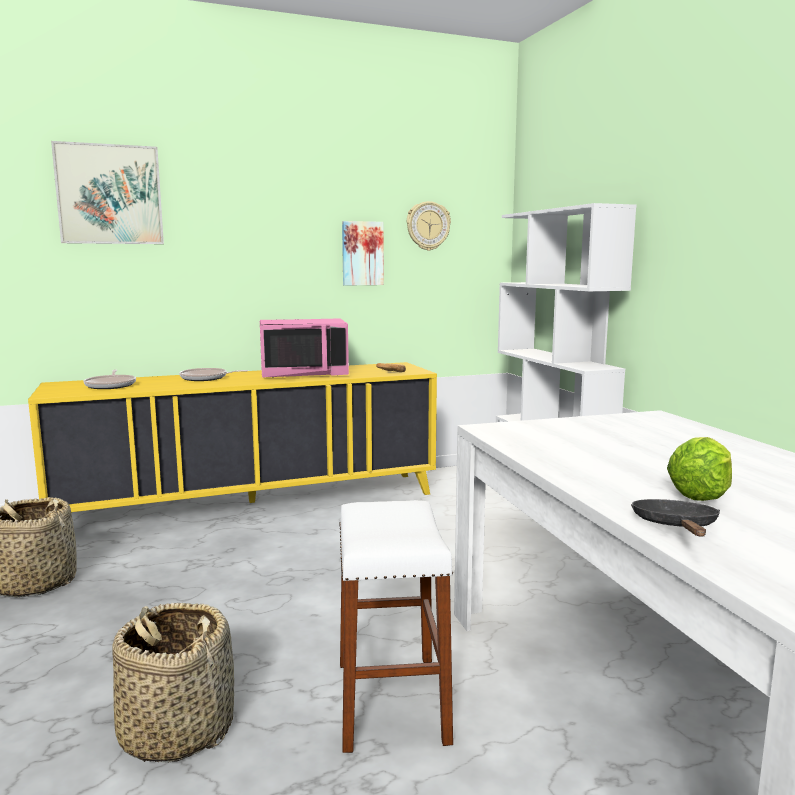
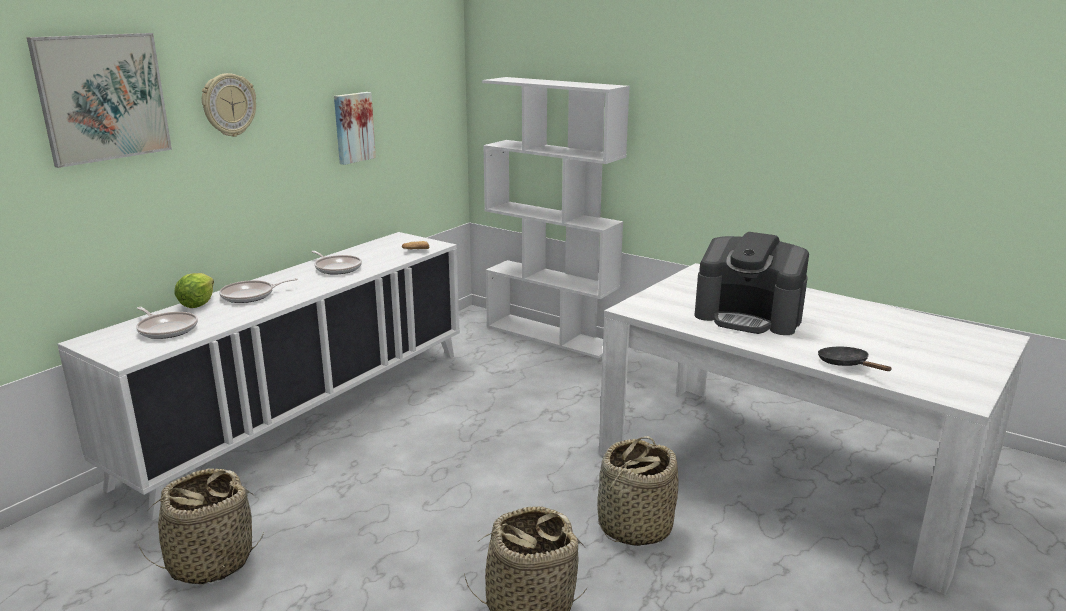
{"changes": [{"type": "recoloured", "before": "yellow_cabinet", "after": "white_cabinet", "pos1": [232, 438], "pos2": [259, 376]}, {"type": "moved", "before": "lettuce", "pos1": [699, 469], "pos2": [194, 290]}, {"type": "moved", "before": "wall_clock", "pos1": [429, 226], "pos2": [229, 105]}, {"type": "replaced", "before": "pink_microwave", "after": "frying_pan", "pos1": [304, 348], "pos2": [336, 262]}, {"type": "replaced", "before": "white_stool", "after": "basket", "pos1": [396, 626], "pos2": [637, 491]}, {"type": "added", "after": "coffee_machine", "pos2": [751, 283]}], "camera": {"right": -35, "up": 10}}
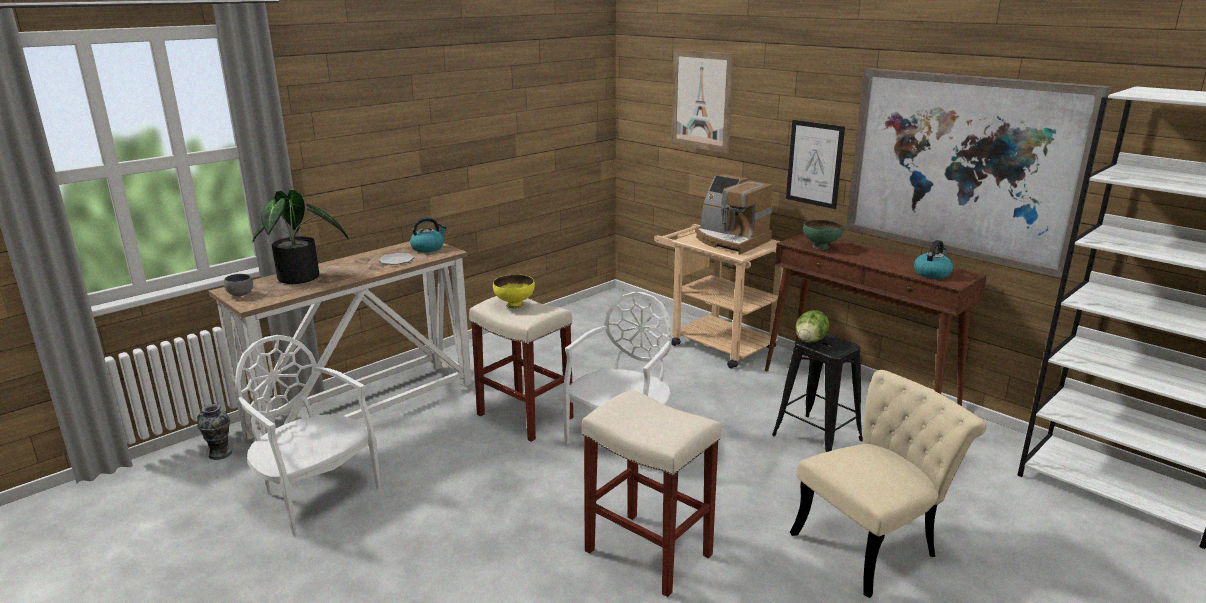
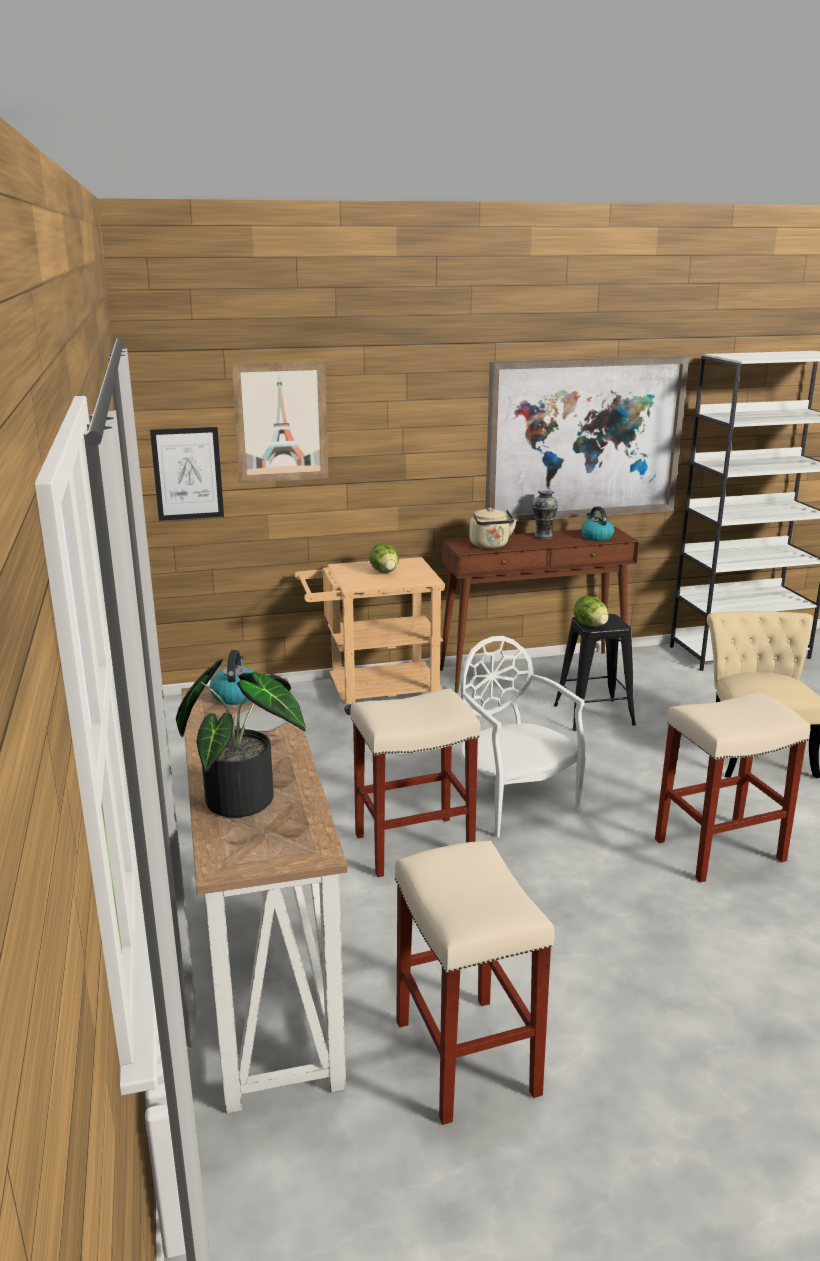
{"changes": [{"type": "moved", "before": "picture", "pos1": [815, 164], "pos2": [187, 474]}, {"type": "replaced", "before": "coffee_machine", "after": "lettuce", "pos1": [734, 214], "pos2": [384, 558]}, {"type": "replaced", "before": "white_chair", "after": "beige_stool", "pos1": [308, 435], "pos2": [474, 982]}, {"type": "replaced", "before": "green_bowl", "after": "beige_kettle", "pos1": [823, 235], "pos2": [493, 528]}, {"type": "moved", "before": "vase", "pos1": [214, 432], "pos2": [545, 514]}, {"type": "removed", "before": "grey_bowl", "pos1": [238, 285]}, {"type": "removed", "before": "yellow_bowl", "pos1": [514, 291]}], "camera": {"right": -60, "up": 0}}
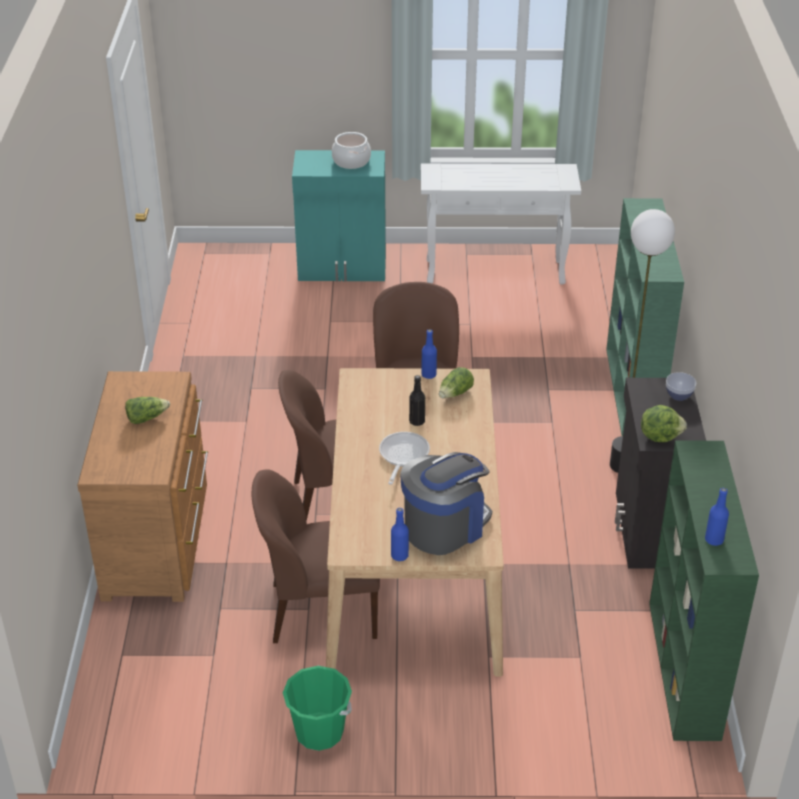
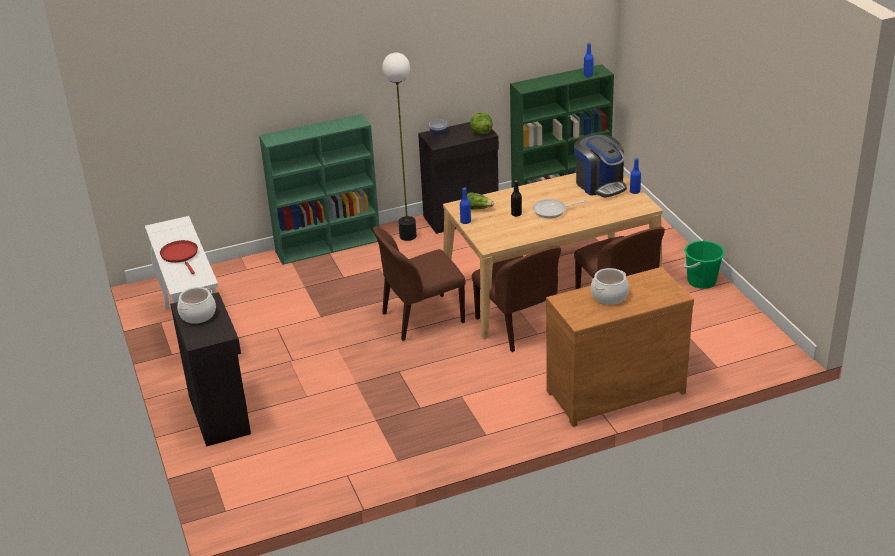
{"changes": [{"type": "added", "after": "red_frying_pan", "pos2": [179, 257]}, {"type": "recoloured", "before": "turquoise_cabinet", "after": "black_cabinet", "pos1": [339, 215], "pos2": [210, 369]}, {"type": "turned", "before": "coffee_machine", "pos1": [446, 503], "pos2": [600, 166], "turn": -150}, {"type": "replaced", "before": "lettuce", "after": "cooking_pot", "pos1": [147, 410], "pos2": [610, 286]}], "camera": {"right": -110, "up": -5}}
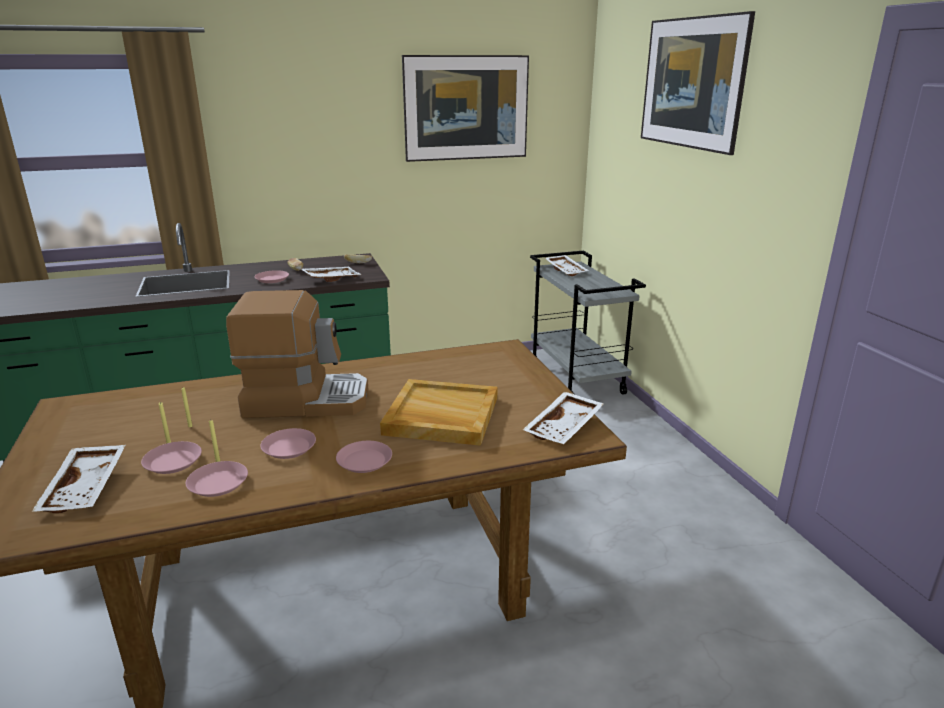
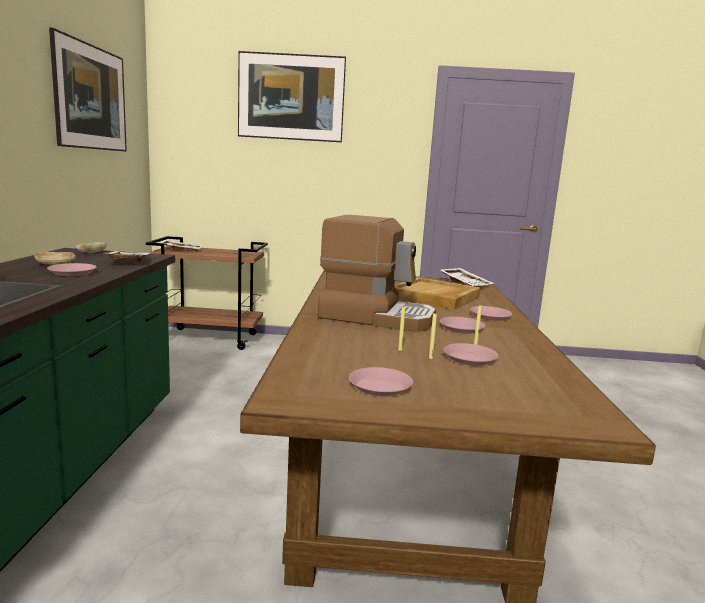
{"changes": [{"type": "recoloured", "before": "grey_cart", "after": "brown_cart", "pos1": [588, 323], "pos2": [207, 293]}, {"type": "turned", "before": "coffee_machine", "pos1": [297, 354], "pos2": [377, 273], "turn": 90}, {"type": "moved", "before": "pink_plate", "pos1": [217, 479], "pos2": [381, 381]}, {"type": "removed", "before": "white_tray", "pos1": [79, 479]}], "camera": {"right": -70, "up": -10}}
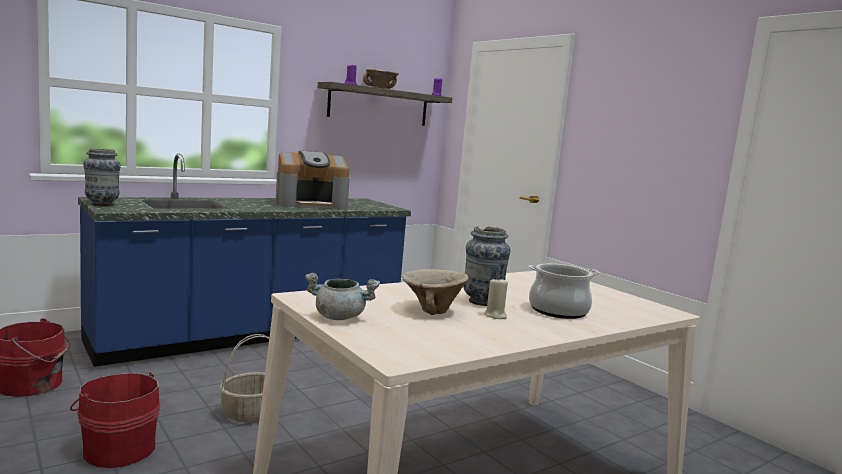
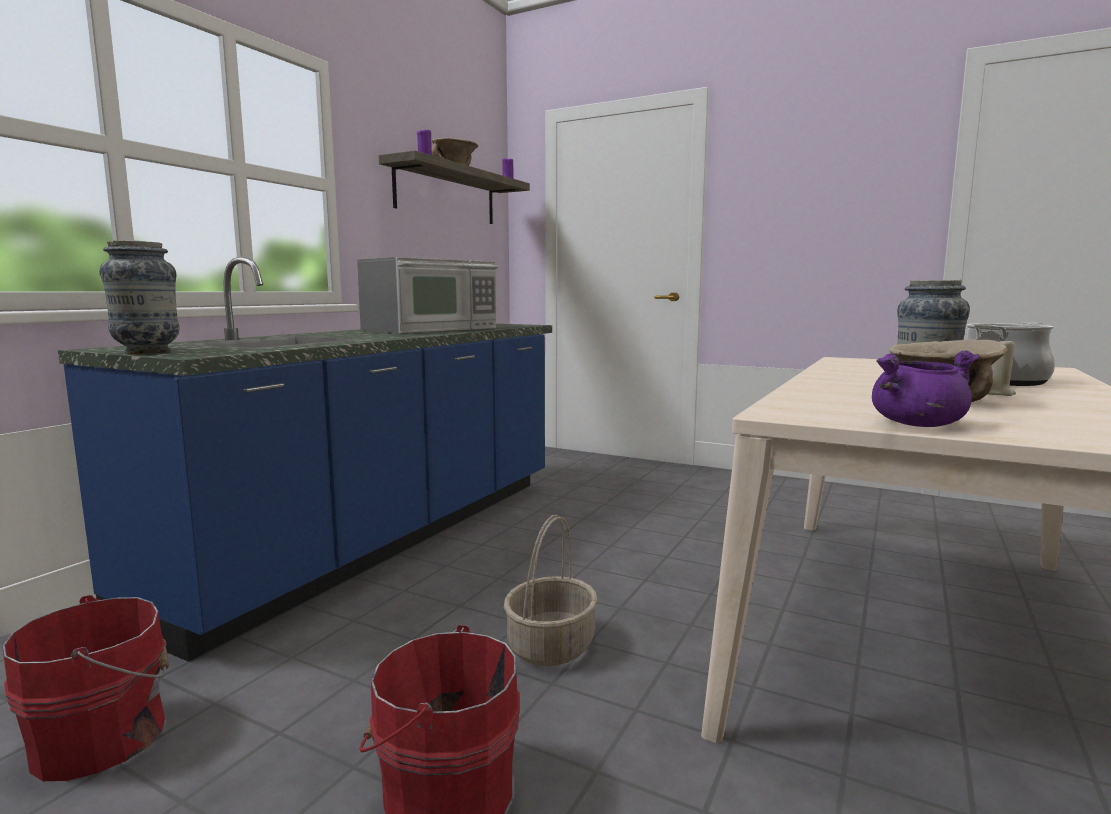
{"changes": [{"type": "replaced", "before": "coffee_machine", "after": "microwave", "pos1": [312, 180], "pos2": [427, 295]}, {"type": "recoloured", "before": "grey_cooking_pot", "after": "purple_cooking_pot", "pos1": [342, 296], "pos2": [925, 389]}], "camera": {"right": -25, "up": 0}}
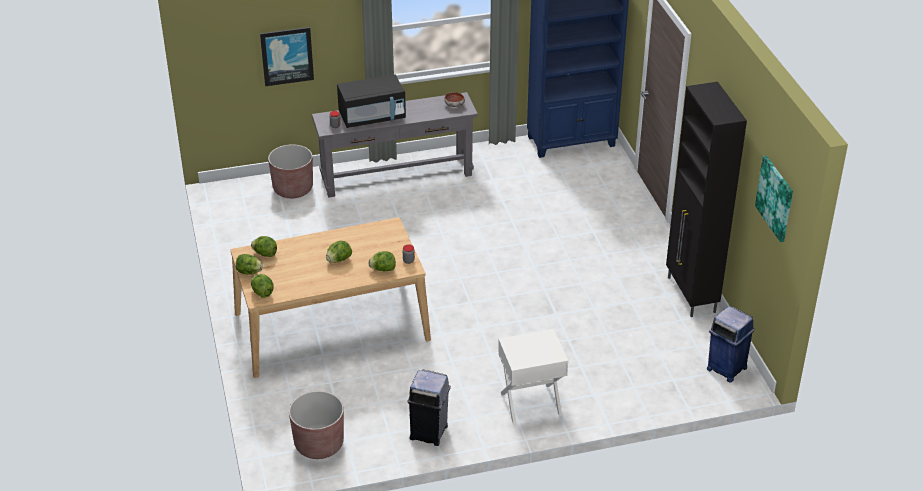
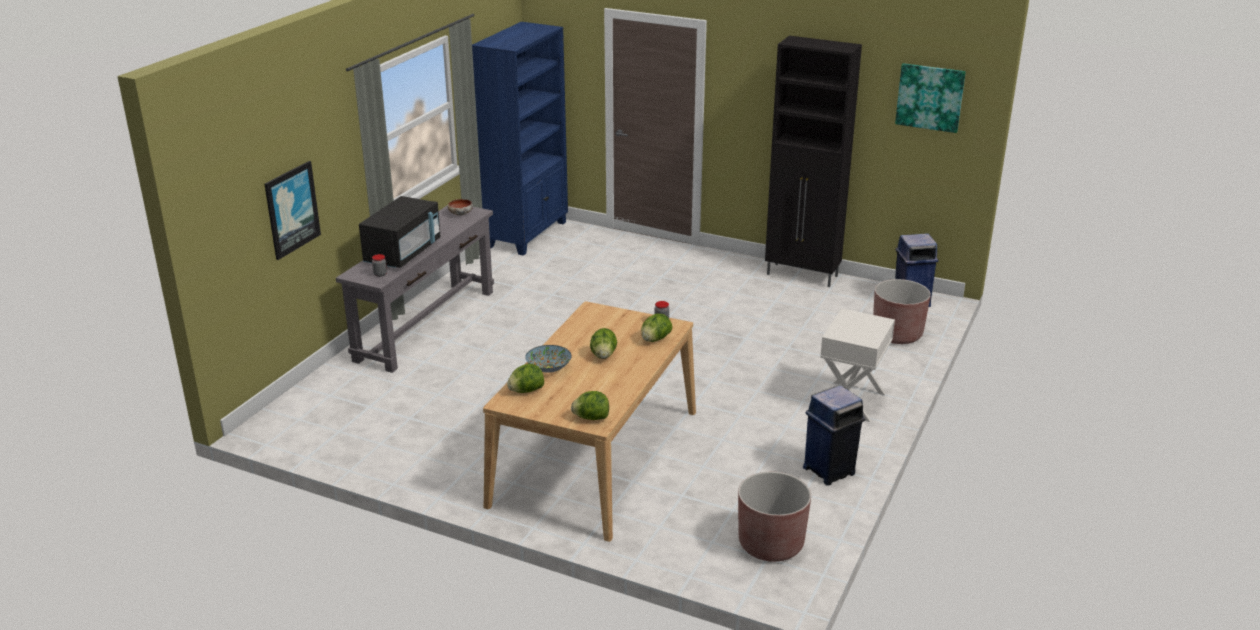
{"changes": [{"type": "added", "after": "bowl", "pos2": [548, 359]}, {"type": "recoloured", "before": "grey_trash_can", "after": "blue_trash_can", "pos1": [429, 408], "pos2": [834, 436]}, {"type": "moved", "before": "brown_planter", "pos1": [290, 171], "pos2": [902, 311]}, {"type": "removed", "before": "lettuce", "pos1": [249, 264]}], "camera": {"right": -50, "up": -10}}
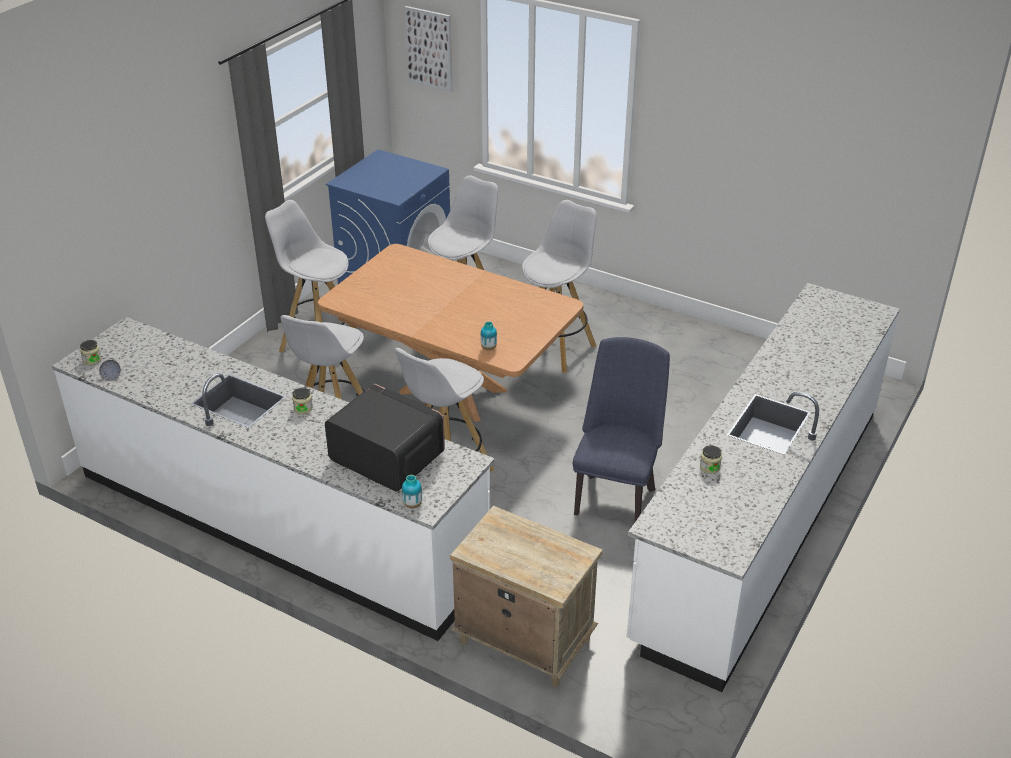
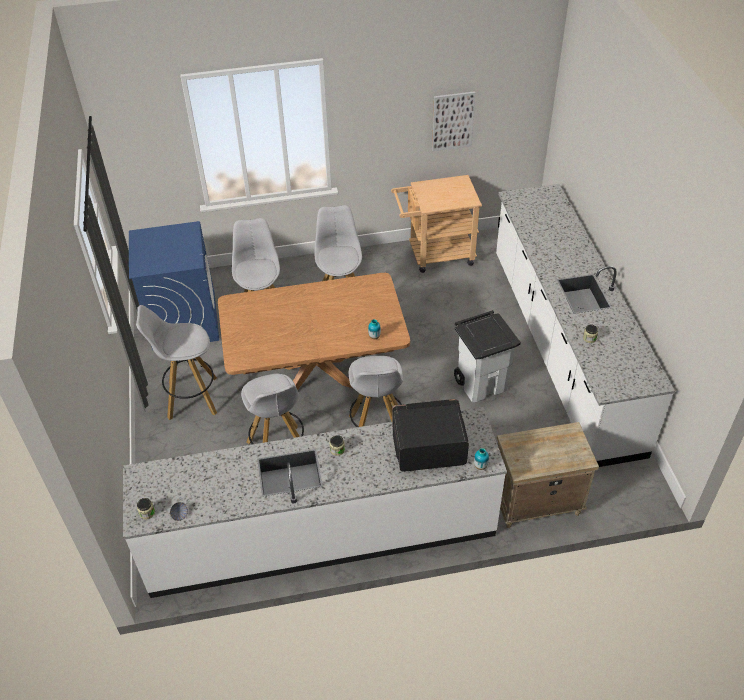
{"changes": [{"type": "added", "after": "beige_cart", "pos2": [436, 224]}, {"type": "moved", "before": "picture", "pos1": [428, 49], "pos2": [454, 121]}, {"type": "replaced", "before": "blue_chair", "after": "white_trash_can", "pos1": [621, 429], "pos2": [487, 356]}], "camera": {"right": -40, "up": 10}}
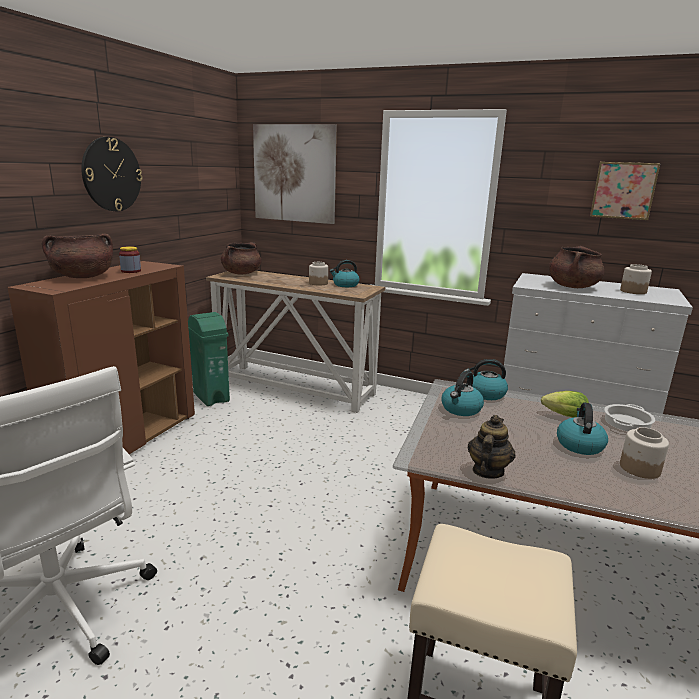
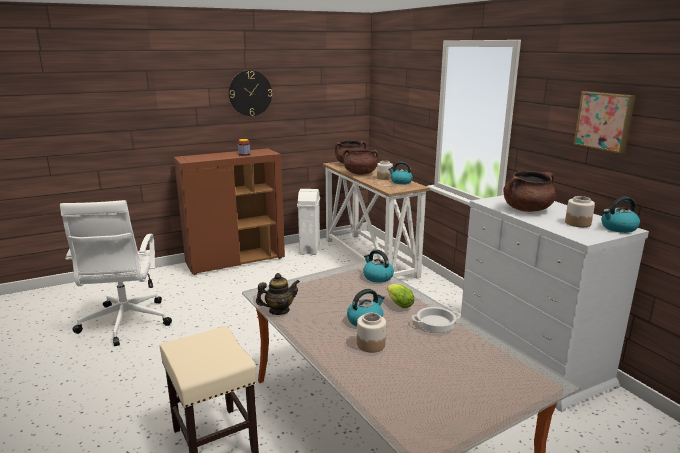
{"changes": [{"type": "recoloured", "before": "green_trash_can", "after": "white_trash_can", "pos1": [209, 359], "pos2": [308, 222]}, {"type": "moved", "before": "brown_cooking_pot", "pos1": [77, 256], "pos2": [361, 162]}, {"type": "moved", "before": "kettle", "pos1": [462, 393], "pos2": [620, 215]}, {"type": "removed", "before": "picture", "pos1": [295, 174]}], "camera": {"right": 40, "up": 0}}
